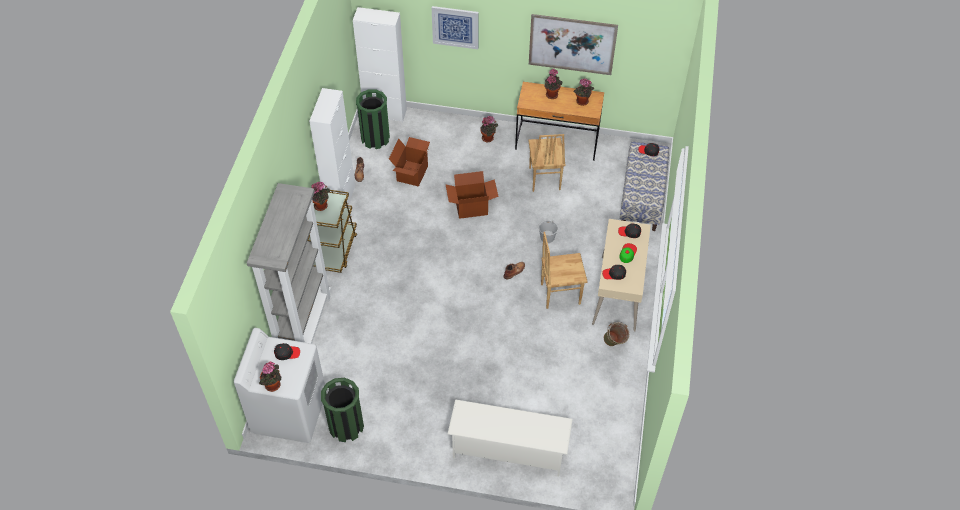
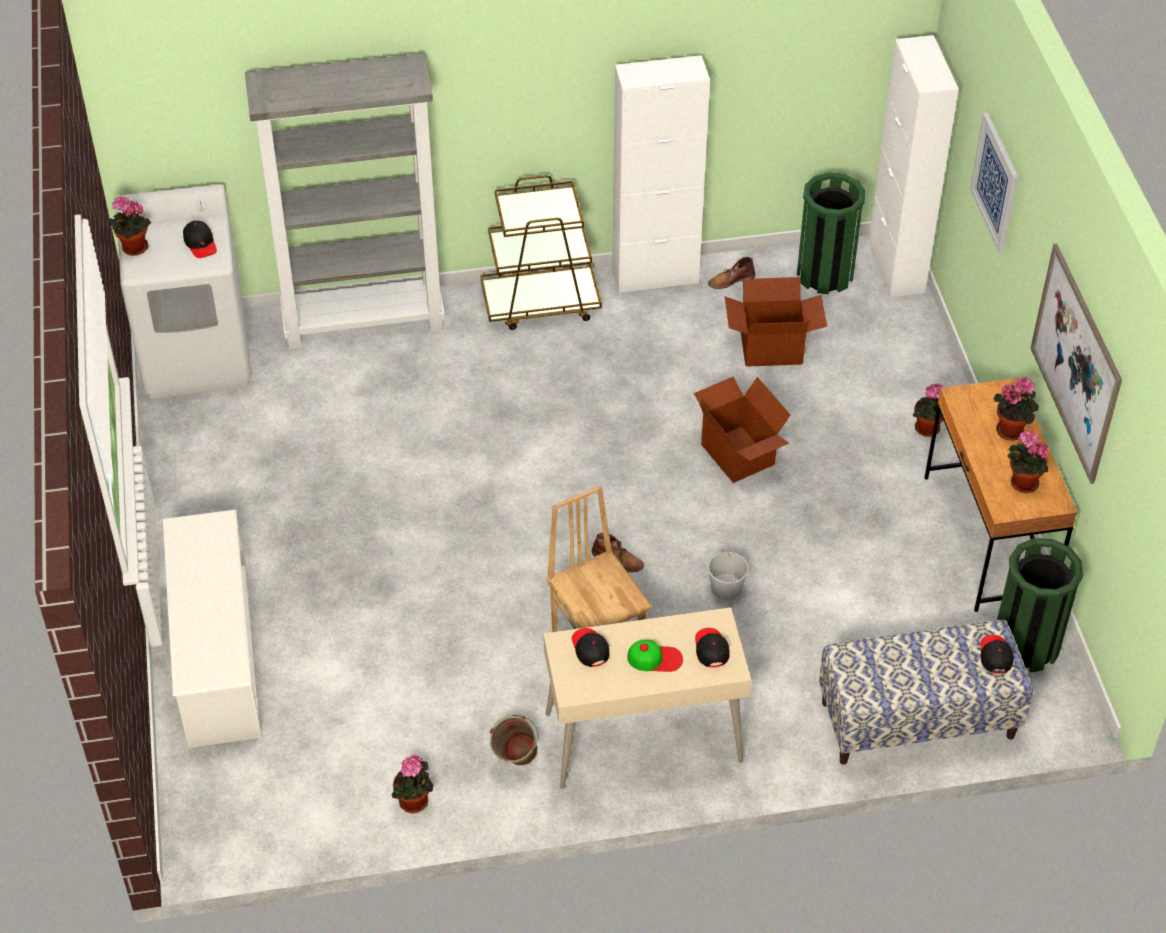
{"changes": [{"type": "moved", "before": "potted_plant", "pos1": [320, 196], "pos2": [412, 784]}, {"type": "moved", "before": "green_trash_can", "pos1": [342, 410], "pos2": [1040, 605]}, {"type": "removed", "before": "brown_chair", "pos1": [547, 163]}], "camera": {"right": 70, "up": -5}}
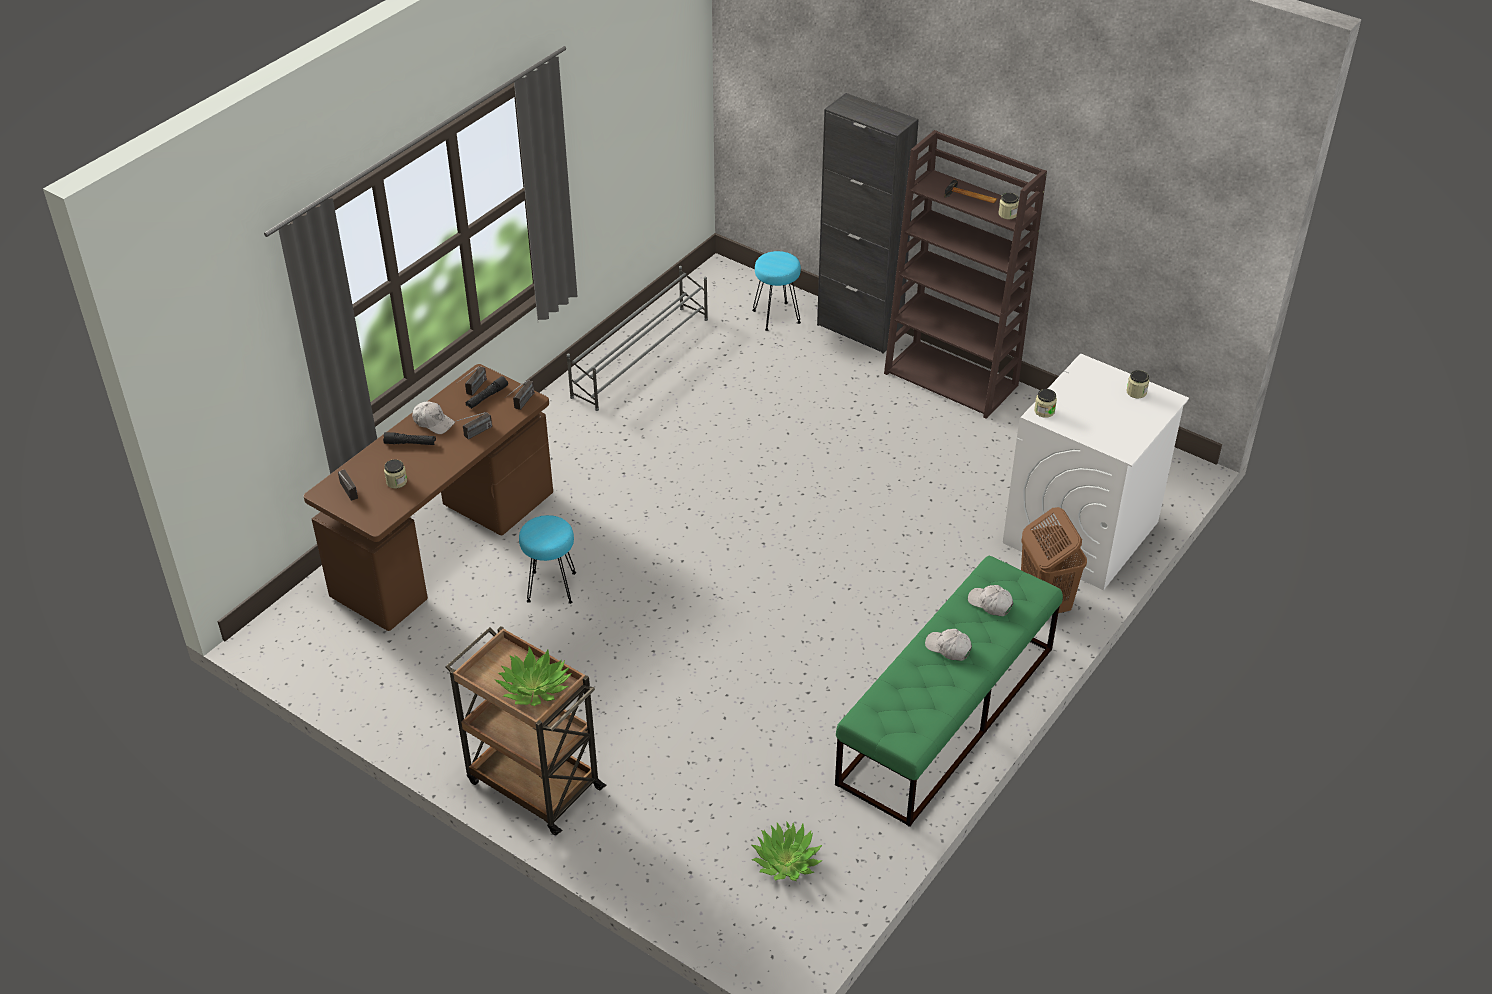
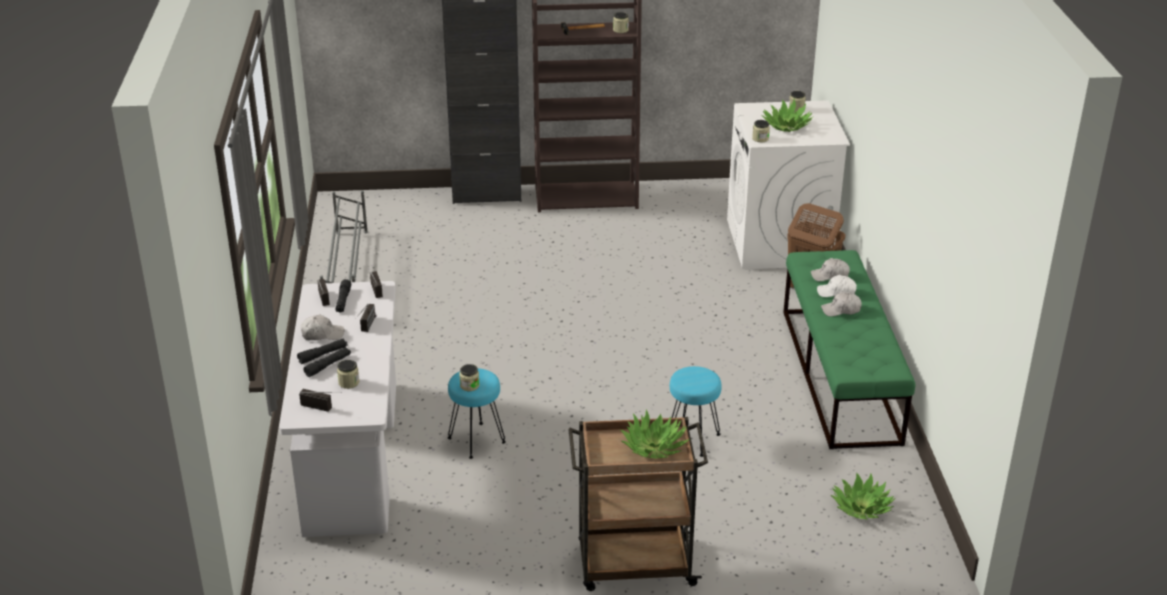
{"changes": [{"type": "recoloured", "before": "brown_desk", "after": "white_desk", "pos1": [428, 497], "pos2": [337, 409]}, {"type": "added", "after": "black_flashlight", "pos2": [327, 362]}, {"type": "added", "after": "jar", "pos2": [469, 377]}, {"type": "moved", "before": "turquoise_stool", "pos1": [776, 291], "pos2": [696, 411]}, {"type": "added", "after": "potted_plant", "pos2": [787, 115]}, {"type": "added", "after": "white_cap", "pos2": [837, 286]}], "camera": {"right": -40, "up": -10}}
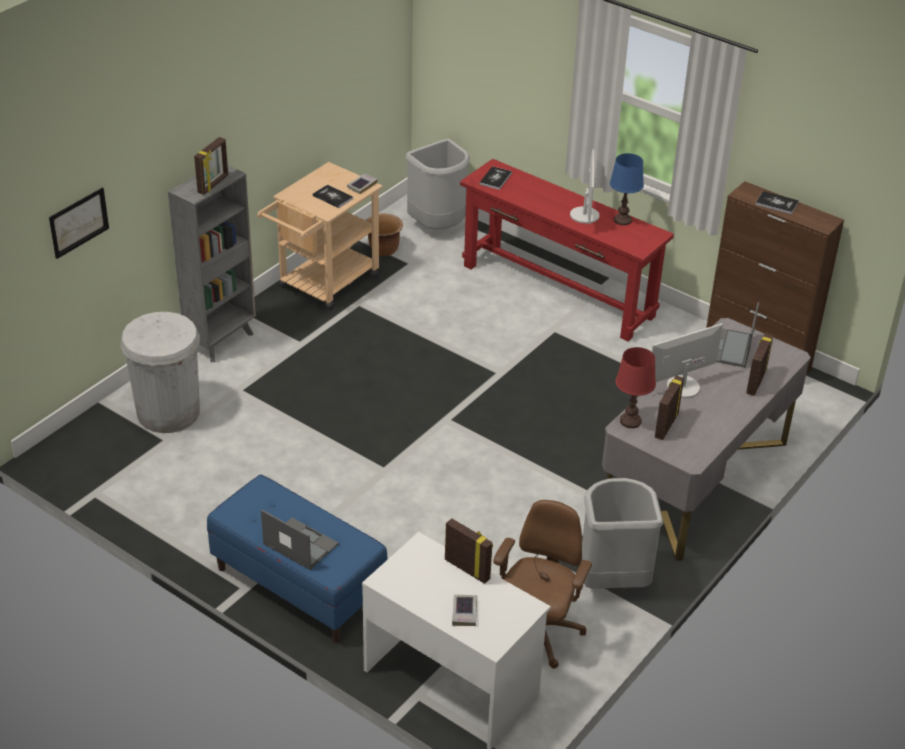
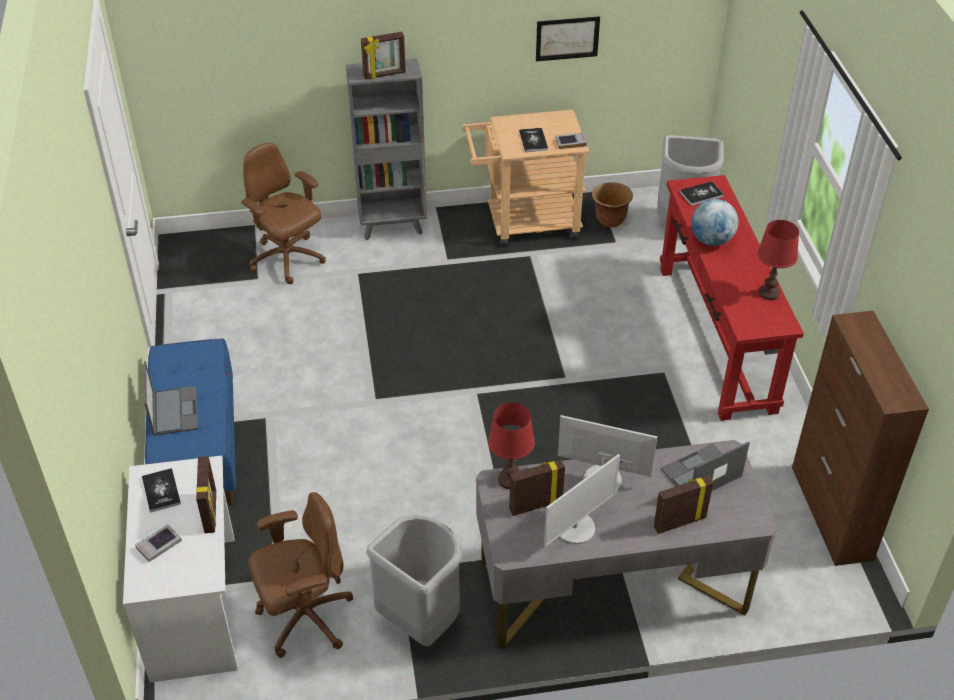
{"changes": [{"type": "moved", "before": "book", "pos1": [777, 203], "pos2": [161, 490]}, {"type": "replaced", "before": "white_trash_can", "after": "brown_office_chair", "pos1": [160, 372], "pos2": [283, 213]}, {"type": "moved", "before": "picture", "pos1": [79, 223], "pos2": [568, 38]}, {"type": "moved", "before": "monitor", "pos1": [584, 186], "pos2": [582, 500]}, {"type": "added", "after": "globe", "pos2": [714, 222]}, {"type": "recoloured", "before": "blue_table_lamp", "after": "red_table_lamp", "pos1": [627, 189], "pos2": [778, 260]}], "camera": {"right": 45, "up": 5}}
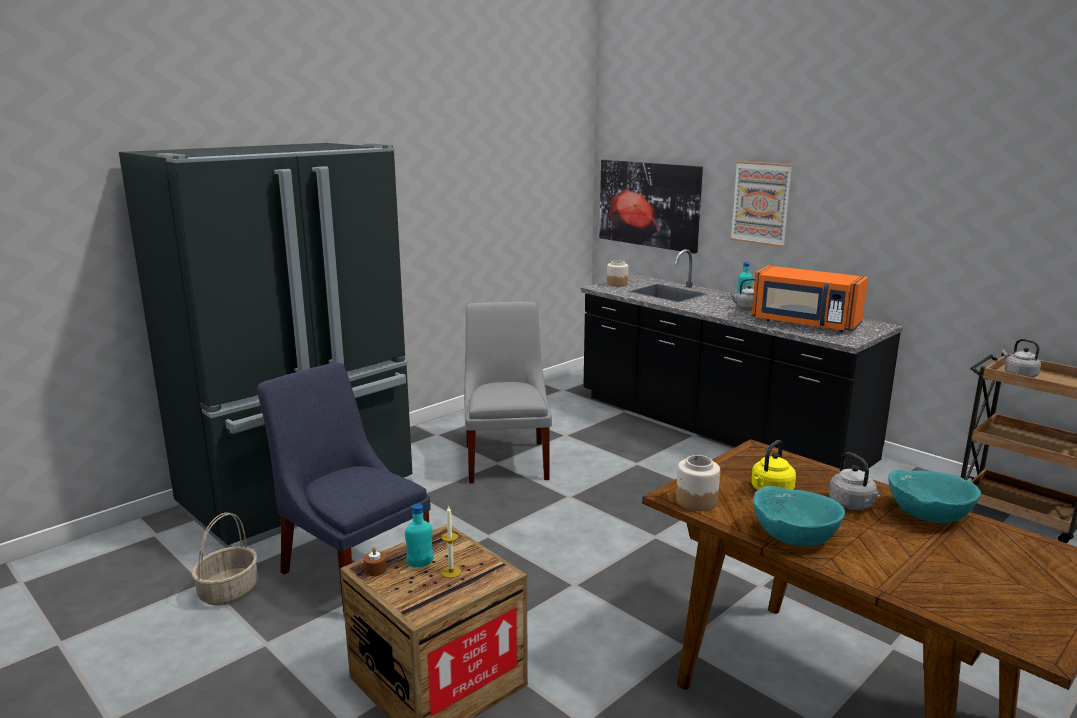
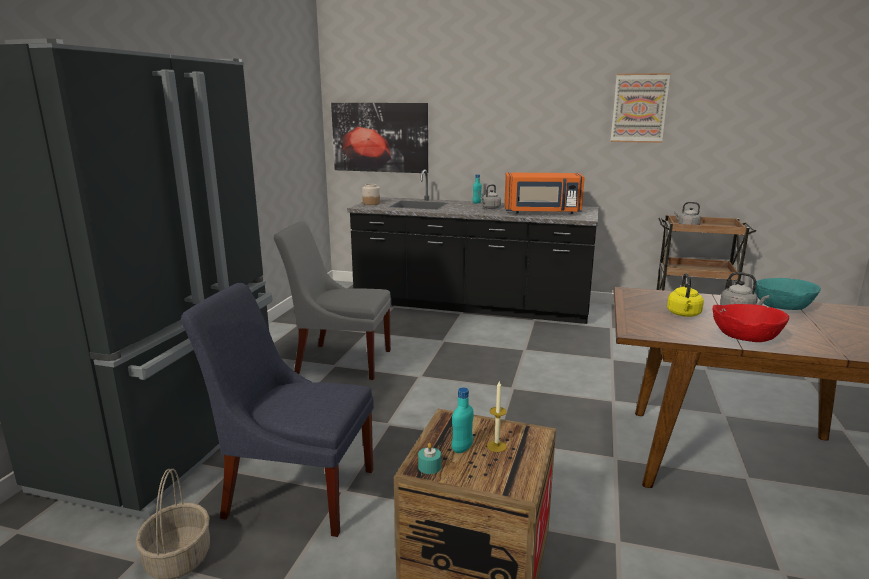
{"changes": [{"type": "turned", "before": "grey_chair", "pos1": [508, 393], "pos2": [332, 300], "turn": -45}, {"type": "recoloured", "before": "brown_candle", "after": "turquoise_candle", "pos1": [375, 561], "pos2": [429, 458]}, {"type": "moved", "before": "picture", "pos1": [761, 204], "pos2": [640, 108]}, {"type": "recoloured", "before": "turquoise_bowl", "after": "red_bowl", "pos1": [799, 516], "pos2": [751, 323]}, {"type": "removed", "before": "jar", "pos1": [698, 483]}], "camera": {"right": -30, "up": 0}}
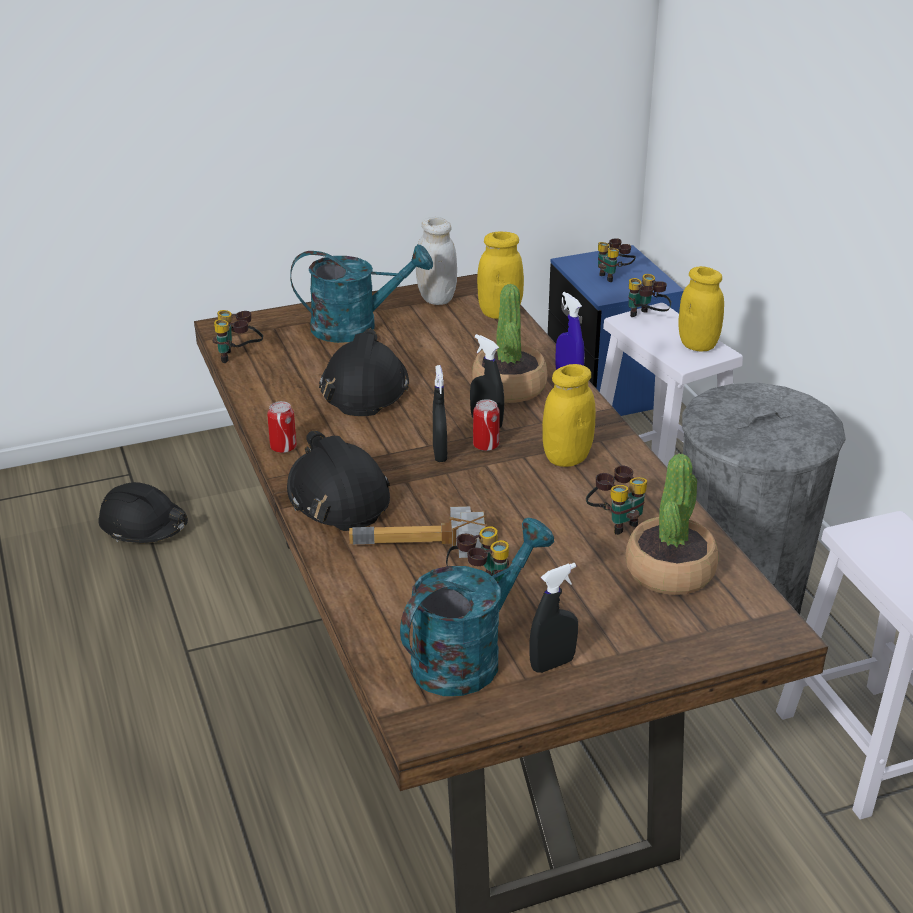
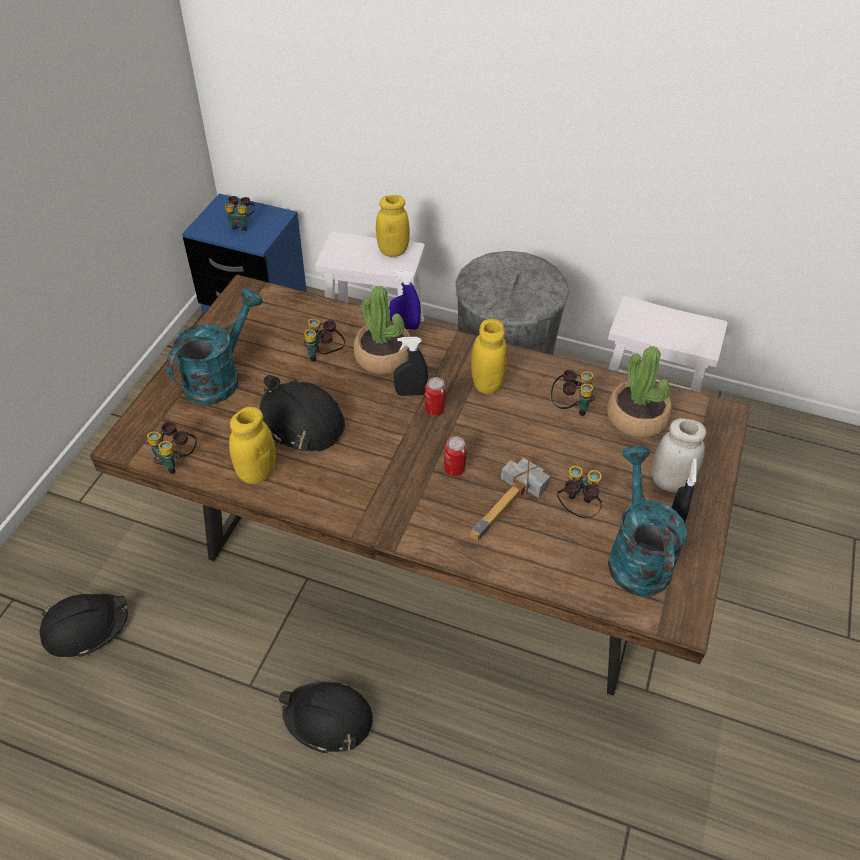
{"changes": [{"type": "moved", "before": "yellow_jar", "pos1": [500, 275], "pos2": [252, 445]}, {"type": "moved", "before": "black_hard_hat", "pos1": [338, 480], "pos2": [326, 717]}, {"type": "moved", "before": "binoculars", "pos1": [649, 295], "pos2": [324, 340]}, {"type": "moved", "before": "can", "pos1": [281, 427], "pos2": [455, 456]}, {"type": "moved", "before": "white_jar", "pos1": [436, 261], "pos2": [679, 455]}, {"type": "removed", "before": "black_spray_bottle", "pos1": [440, 413]}], "camera": {"right": -50, "up": 15}}
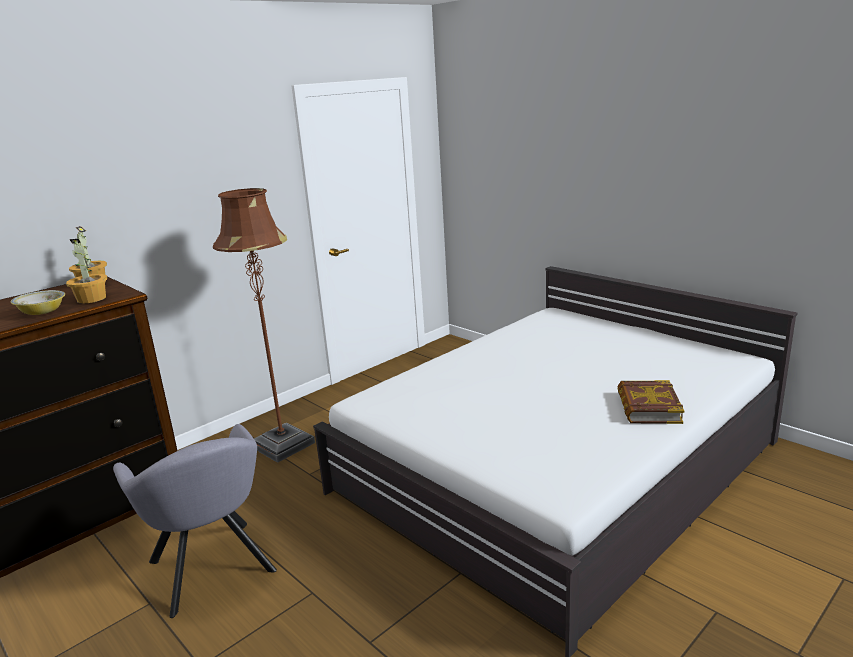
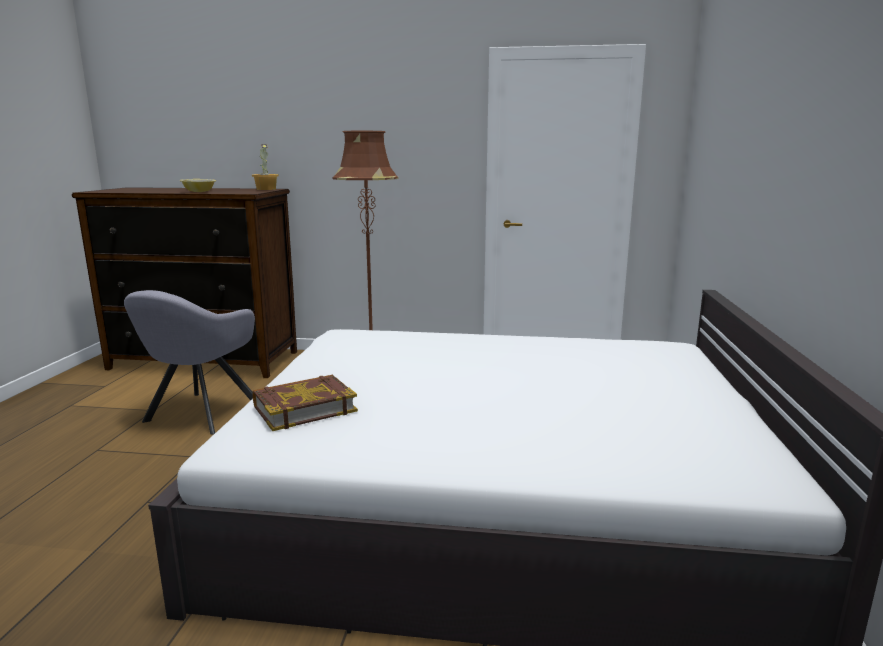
{"changes": [{"type": "moved", "before": "book", "pos1": [651, 402], "pos2": [305, 403]}, {"type": "removed", "before": "potted_plant", "pos1": [86, 271]}], "camera": {"right": 50, "up": -5}}
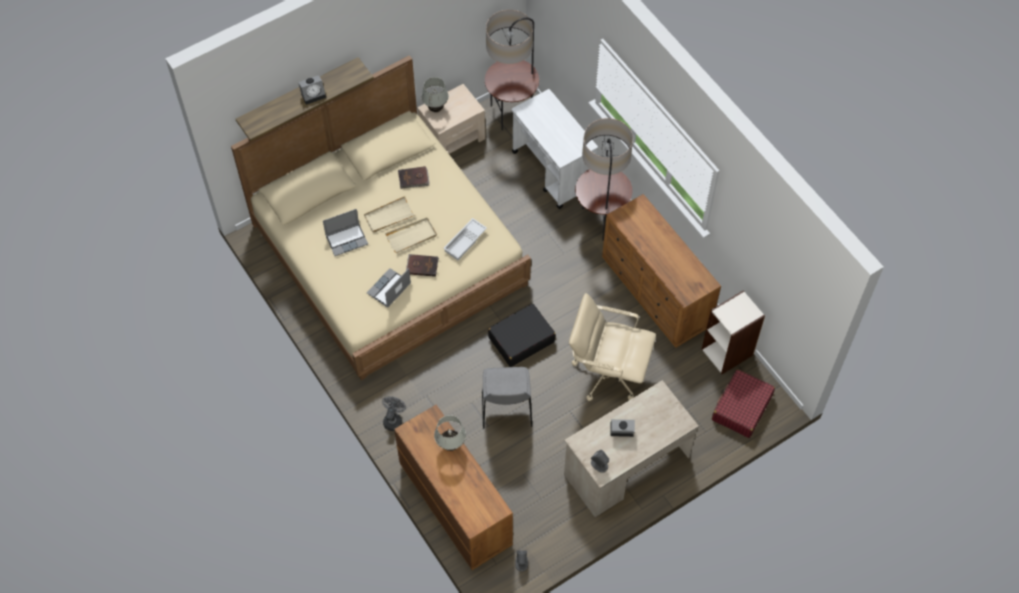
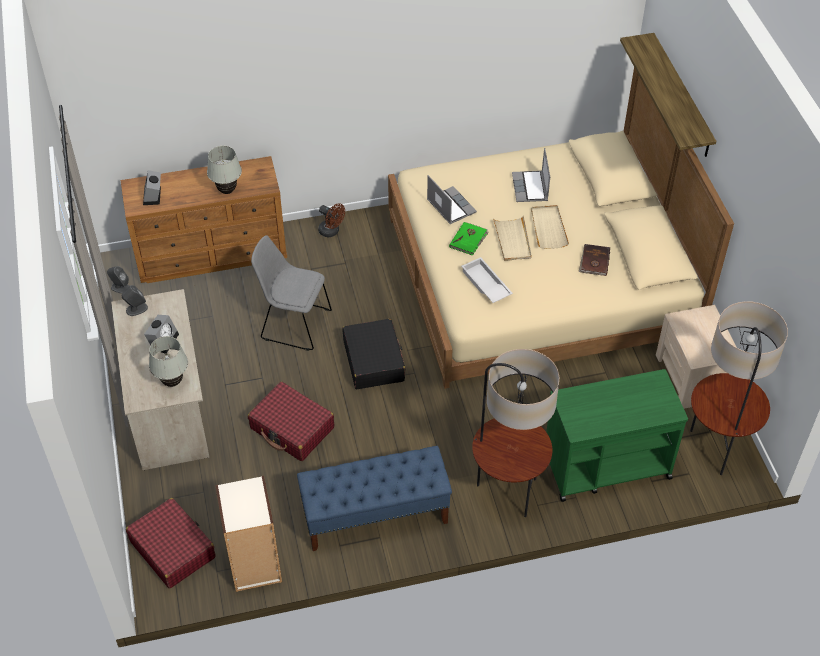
{"changes": [{"type": "moved", "before": "alarm_clock", "pos1": [312, 90], "pos2": [152, 187]}, {"type": "moved", "before": "white_table_lamp", "pos1": [435, 94], "pos2": [168, 361]}, {"type": "replaced", "before": "beige_office_chair", "after": "red_suitcase", "pos1": [612, 347], "pos2": [291, 421]}, {"type": "replaced", "before": "brown_dresser", "after": "blue_bench", "pos1": [661, 271], "pos2": [374, 498]}, {"type": "recoloured", "before": "grey_fan", "after": "brown_fan", "pos1": [394, 413], "pos2": [331, 220]}, {"type": "recoloured", "before": "brown_book", "after": "green_book", "pos1": [422, 265], "pos2": [469, 239]}, {"type": "recoloured", "before": "white_cart", "after": "green_cart", "pos1": [555, 149], "pos2": [617, 435]}], "camera": {"right": 110, "up": -10}}
